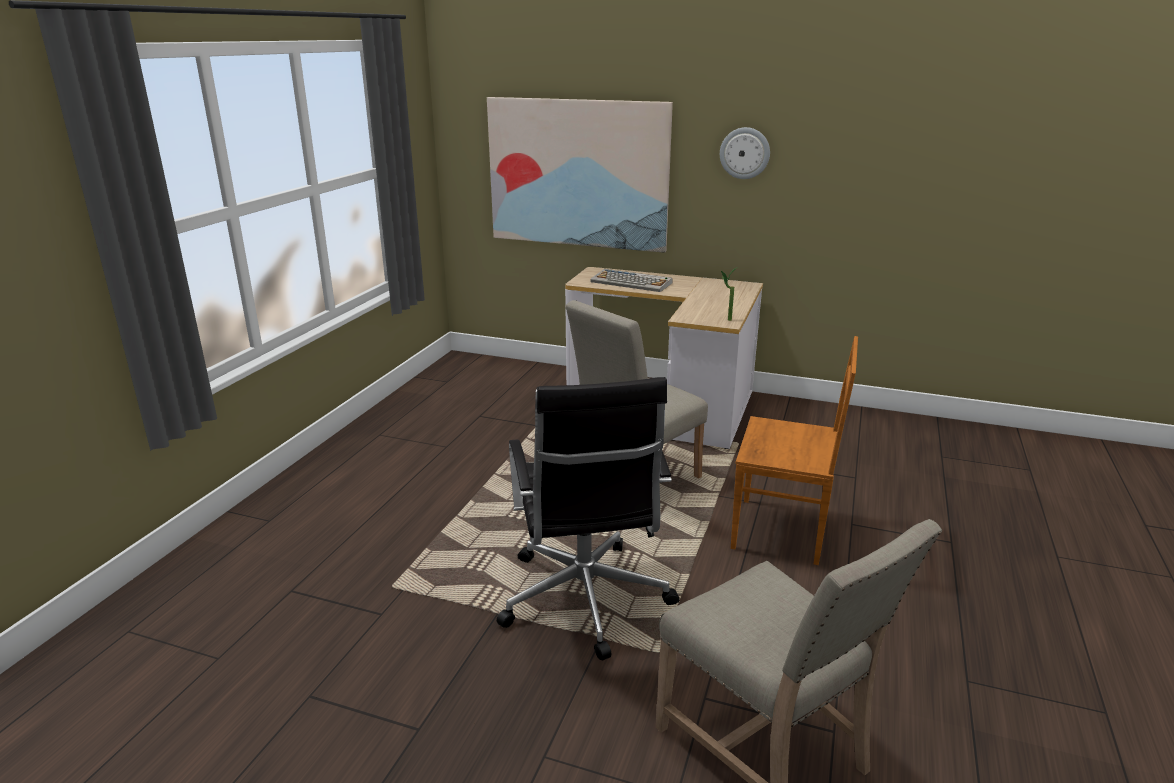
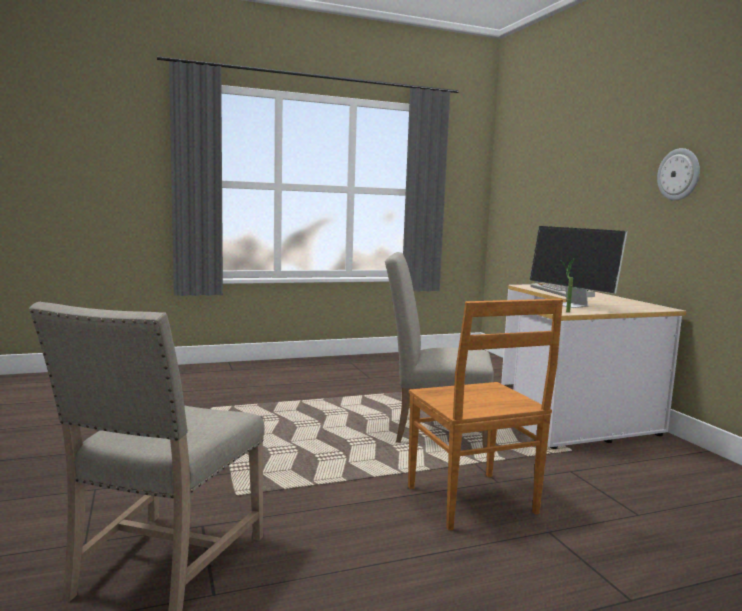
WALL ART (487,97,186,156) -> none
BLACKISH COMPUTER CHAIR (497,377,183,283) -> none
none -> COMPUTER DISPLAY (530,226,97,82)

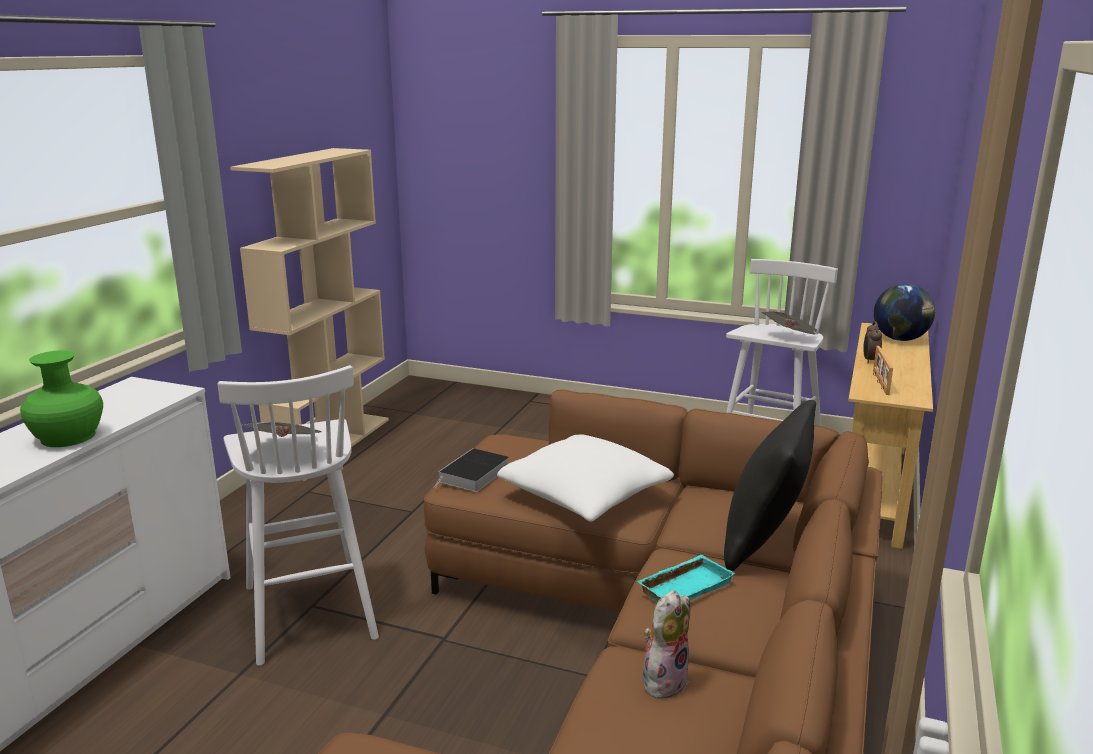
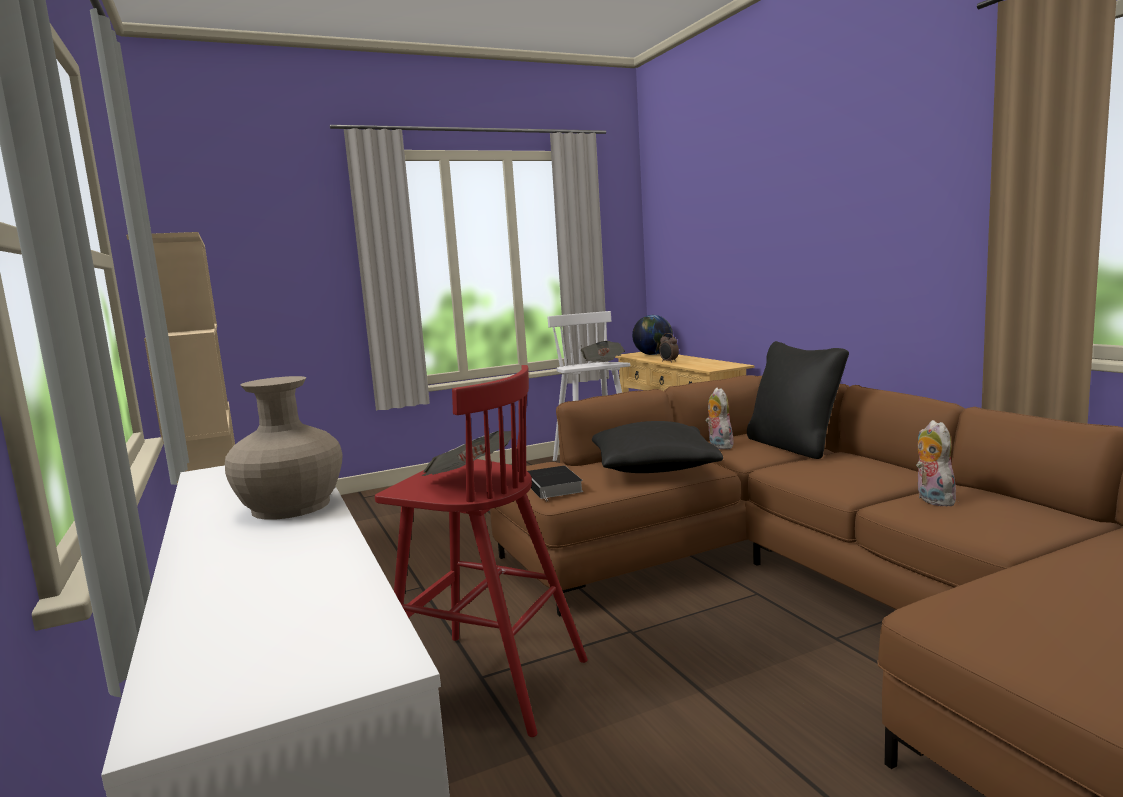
TURQUOISE SERVING TRAY (637,555,98,47) -> none
STANDING FRAME (873,346,20,49) -> none
none -> PLUSH TOY (706,388,28,62)
GREEN-COLOURED VASE (20,350,83,97) -> BEIGE VASE (225,376,118,144)
WHITE STOOL SEAT (218,365,161,301) -> REDDISH STOOL SEAT (375,365,213,372)
WHITE THROW PILLOW (497,434,177,88) -> BLACKISH THROW PILLOW (592,421,131,52)

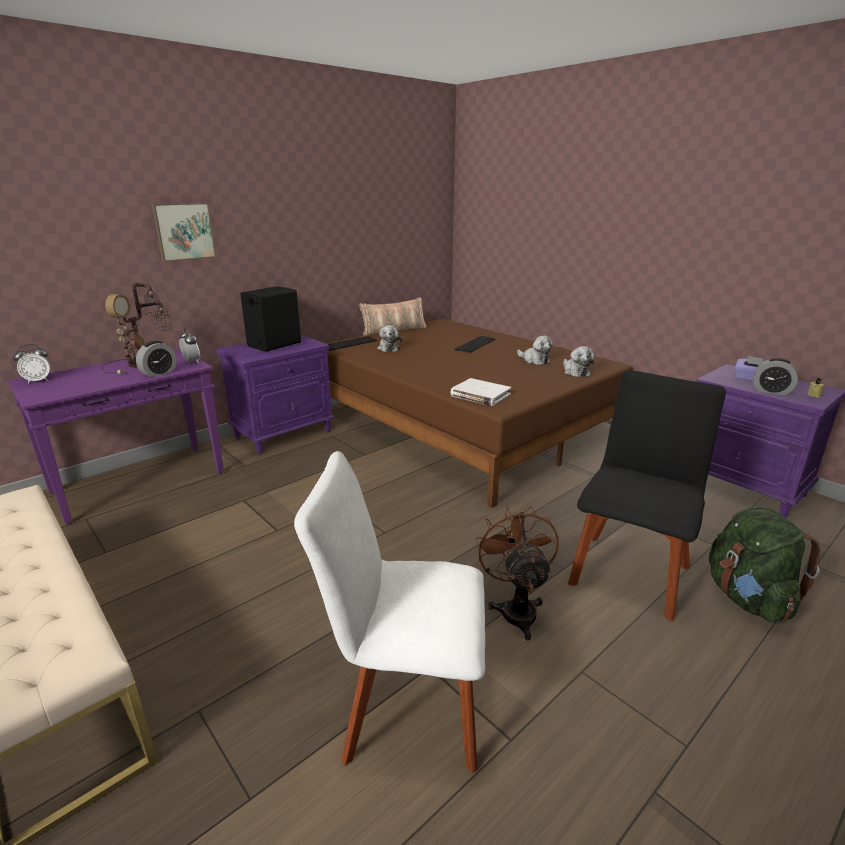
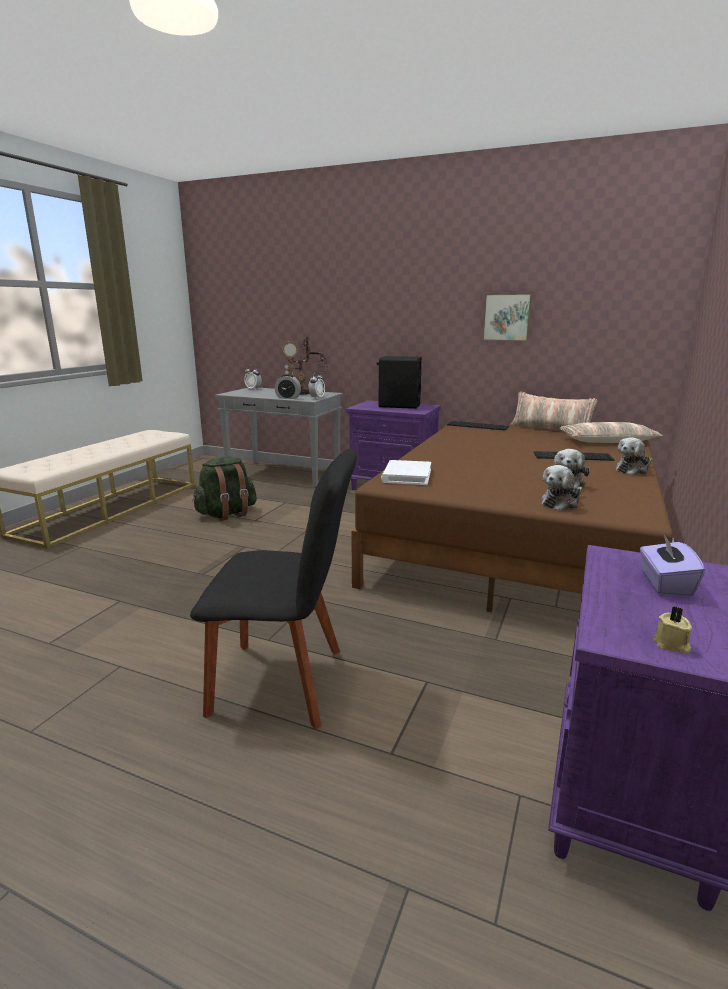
WHITE UPRIGHT CHAIR (294,451,191,322) -> none
BROWN-COLOURED COOLING FAN (476,506,83,135) -> none
ALARM CLOCK (753,358,45,37) -> none
none -> THROW PILLOW (559,422,104,21)
WALL ART (152,203,65,59) -> WALL ART (482,293,50,48), relocated
PLUSH TOY (377,325,25,27) -> PLUSH TOY (616,437,36,38), relocated
GREEN-COLOURED BACKPACK (709,507,111,116) -> GREEN-COLOURED BACKPACK (192,457,65,64), relocated
PURPLISH CONSOLE TABLE (7,349,217,175) -> GREY CONSOLE TABLE (215,388,128,100)

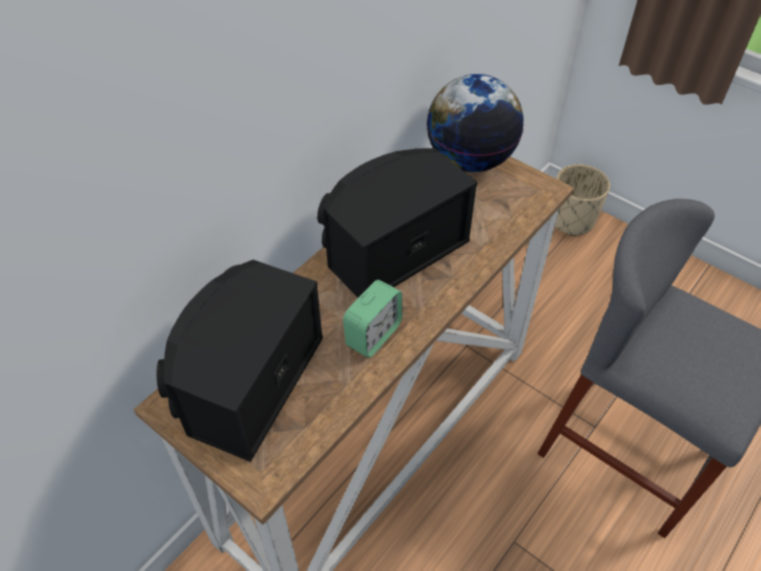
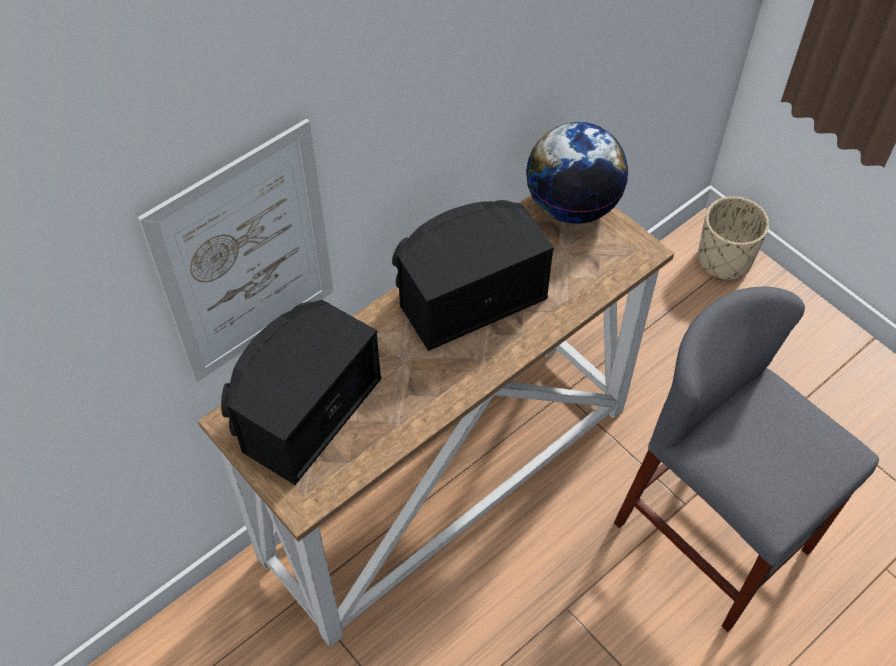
ALARM CLOCK (343,280,59,78) -> none
none -> WALL ART (138,118,196,264)

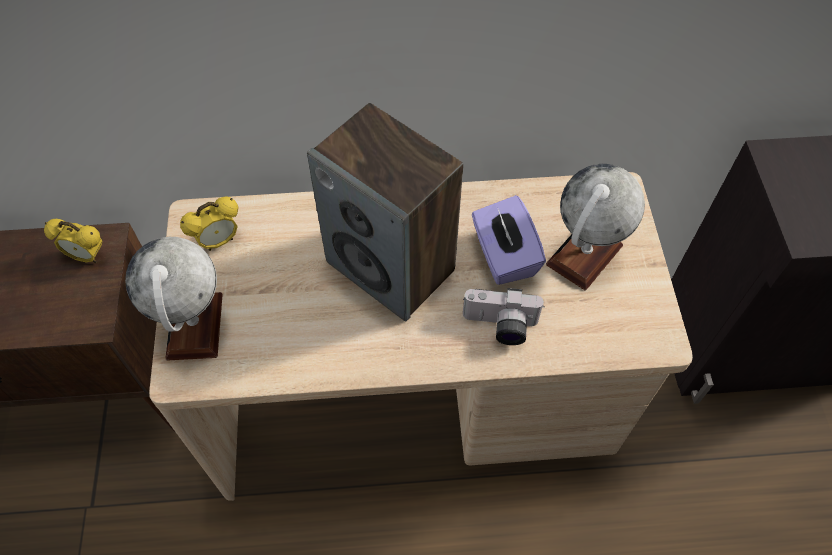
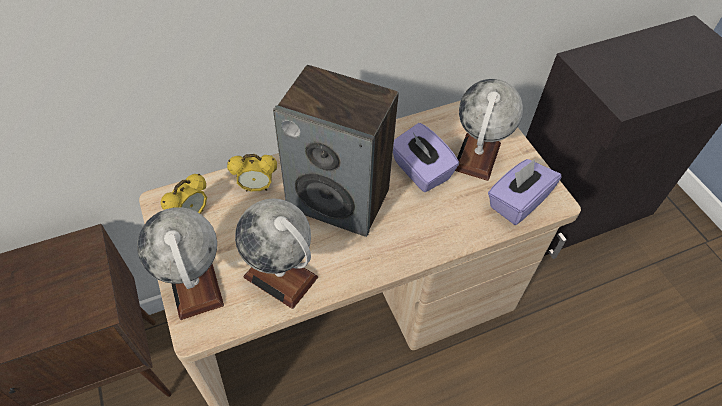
PHOTO CAMERA (463,288,82,57) -> none
none -> GLOBE (235,198,83,111)
none -> PURPLISH TISSUE BOX (488,159,74,66)
ALARM CLOCK (44,219,59,44) -> ALARM CLOCK (227,154,50,38), relocated

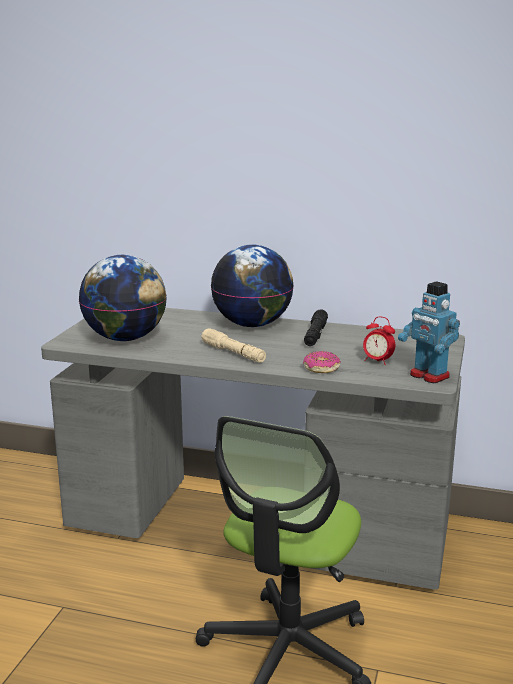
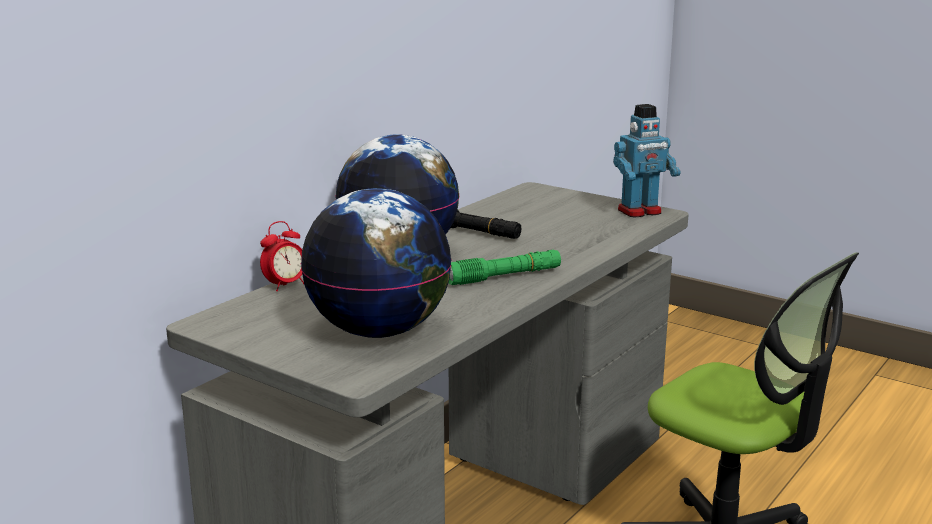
DOUGHNUT (303,351,38,22) -> none
ALARM CLOCK (363,316,32,49) -> ALARM CLOCK (260,221,44,70), relocated
BEIGE TORCH (202,328,64,35) -> GREEN-COLOURED TORCH (448,250,113,35)

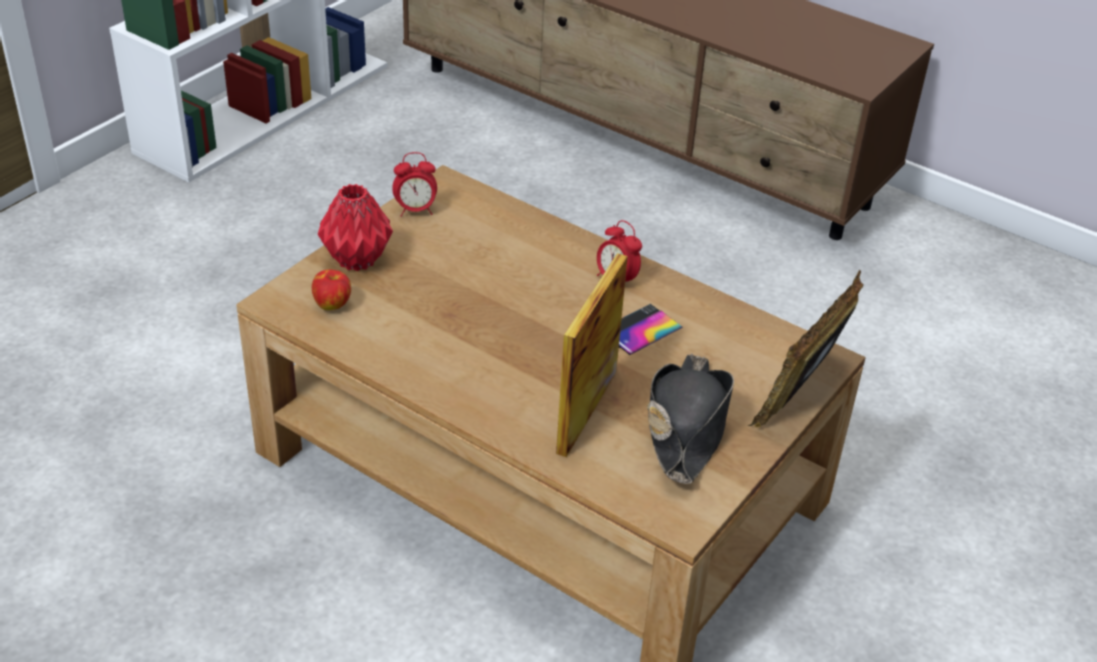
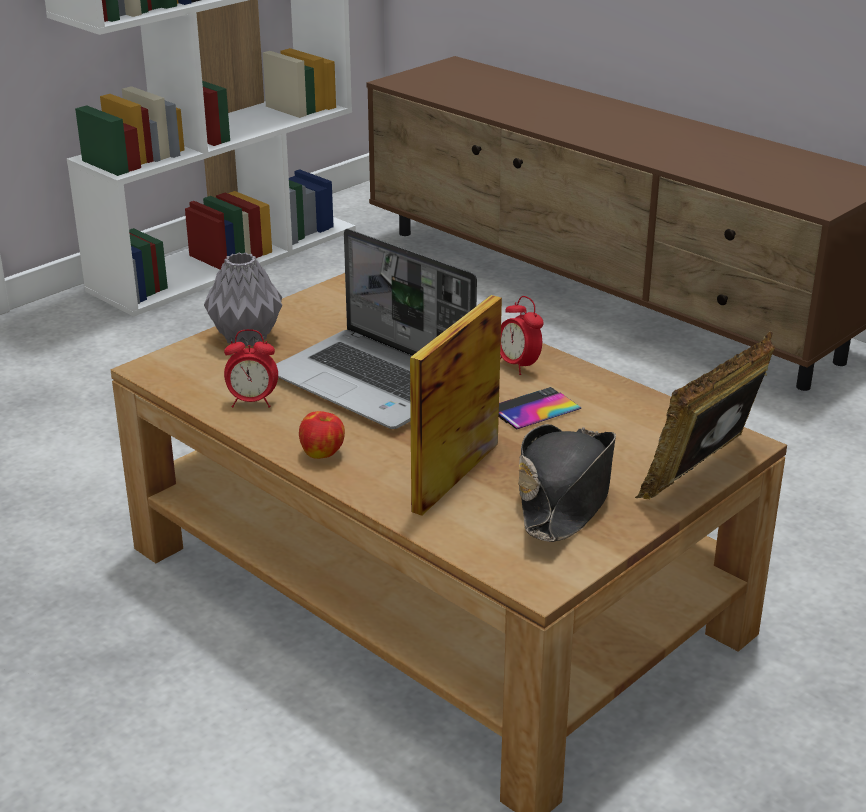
none -> LAPTOP (276,229,201,200)
WHOLE APPLE (312,269,39,41) -> WHOLE APPLE (299,411,46,48), relocated
ALARM CLOCK (392,152,45,65) -> ALARM CLOCK (224,329,54,79), relocated
REDDISH VASE (318,184,75,87) -> GREY VASE (204,253,78,93)

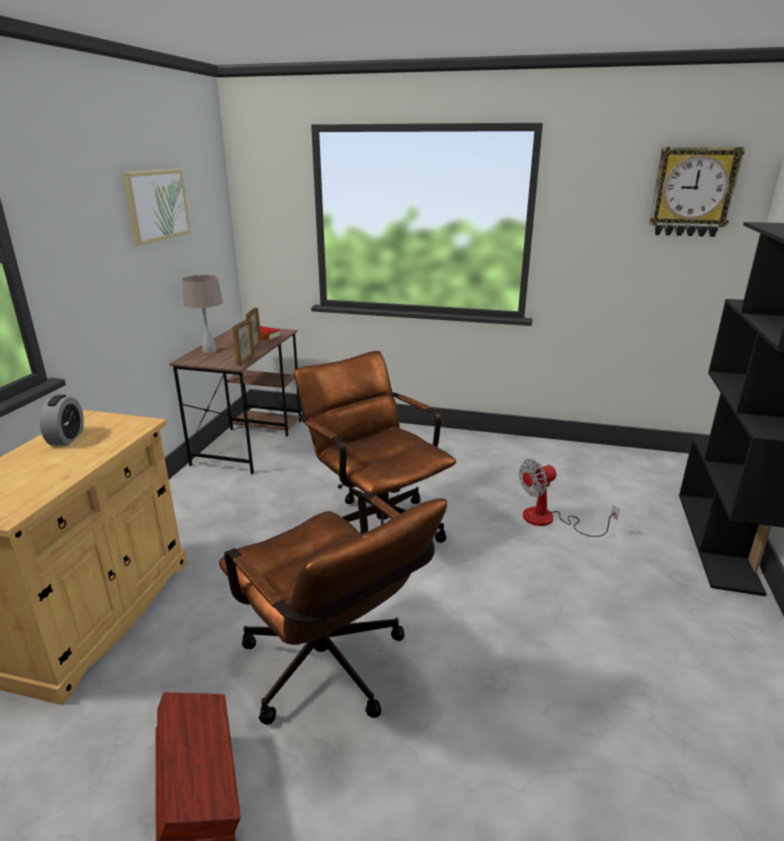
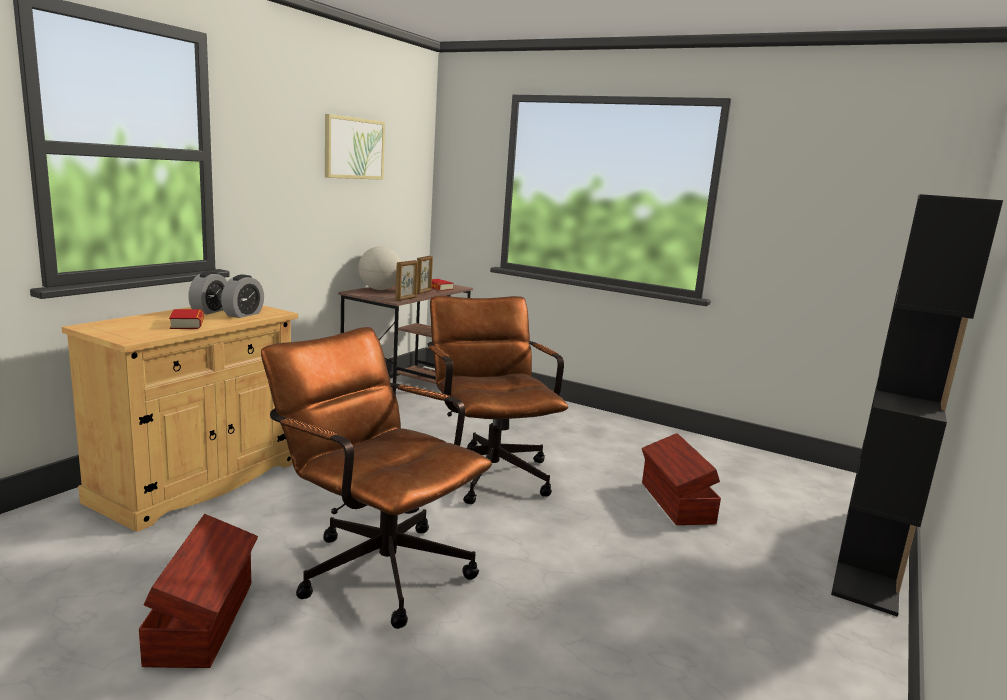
CLOCK ON THE WALL (649,147,96,90) -> none
none -> BOUND BOOK (169,309,35,20)
none -> ALARM CLOCK (221,274,43,44)
BEIGE TABLE LAMP (182,275,41,78) -> GLOBE (358,246,43,44)
COOLING FAN (519,459,100,78) -> BROWN-COLOURED STORAGE BOX (642,433,79,92)
BROWN-COLOURED COMPUTER CHAIR (219,491,228,234) -> BROWN-COLOURED COMPUTER CHAIR (261,327,231,302), 150 degrees clockwise

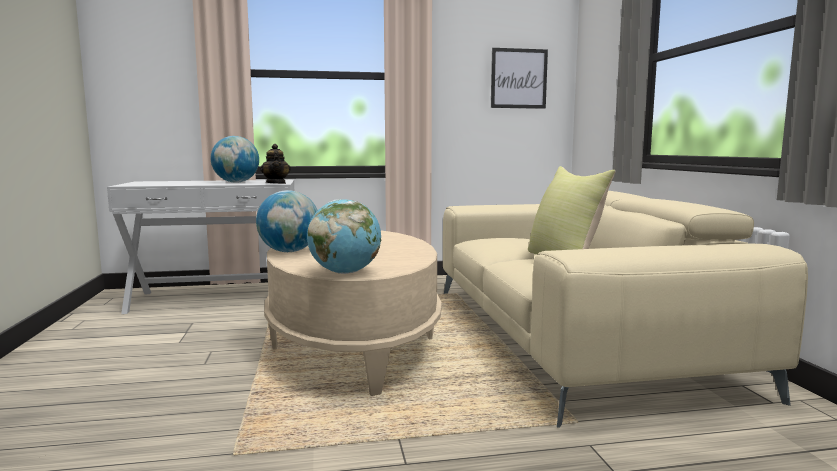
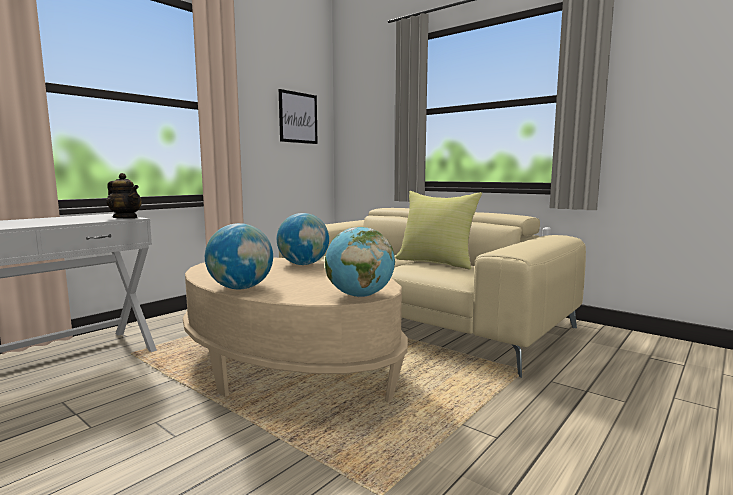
GLOBE (211,136,48,47) -> GLOBE (277,213,52,52), relocated

